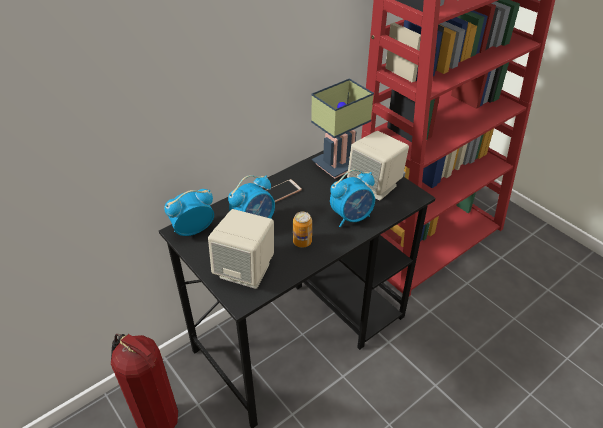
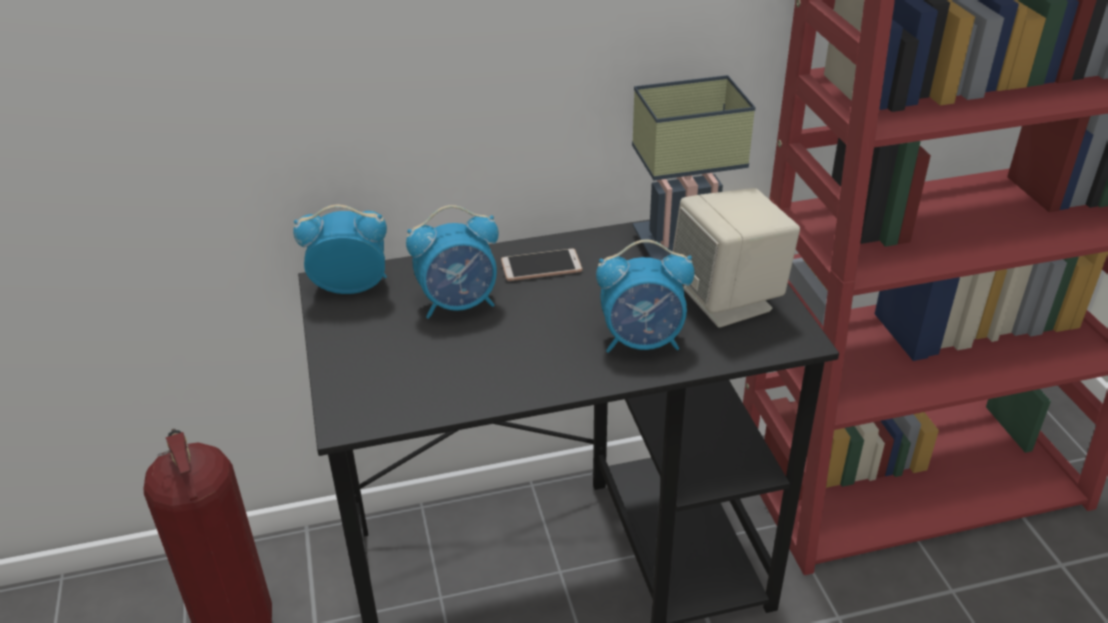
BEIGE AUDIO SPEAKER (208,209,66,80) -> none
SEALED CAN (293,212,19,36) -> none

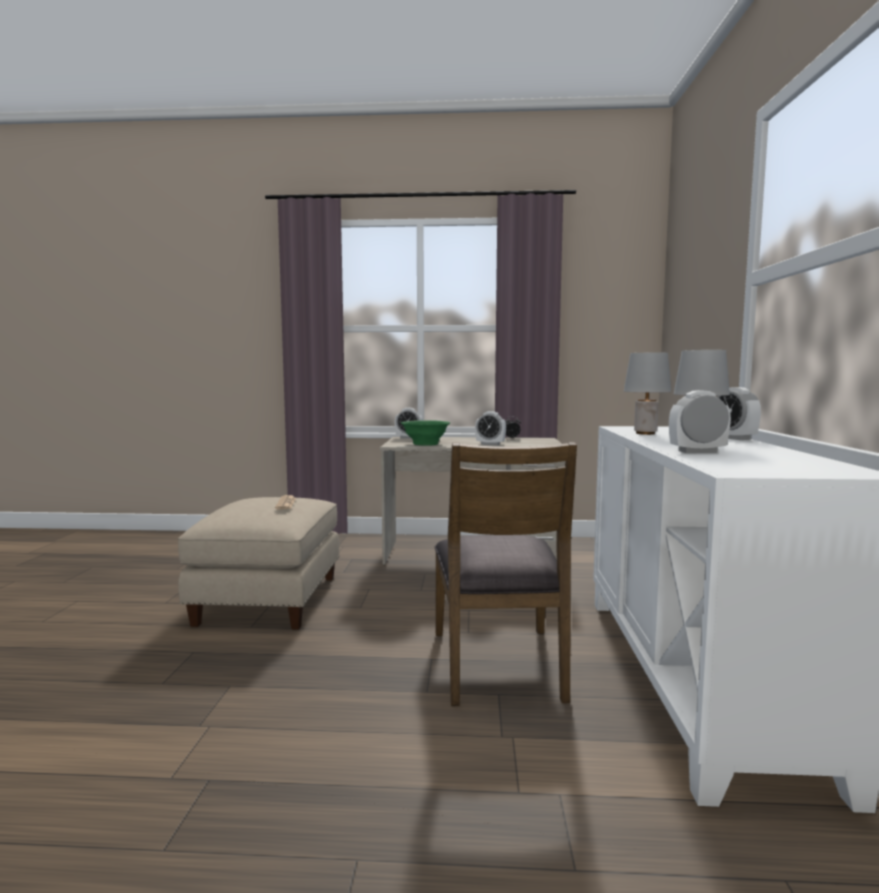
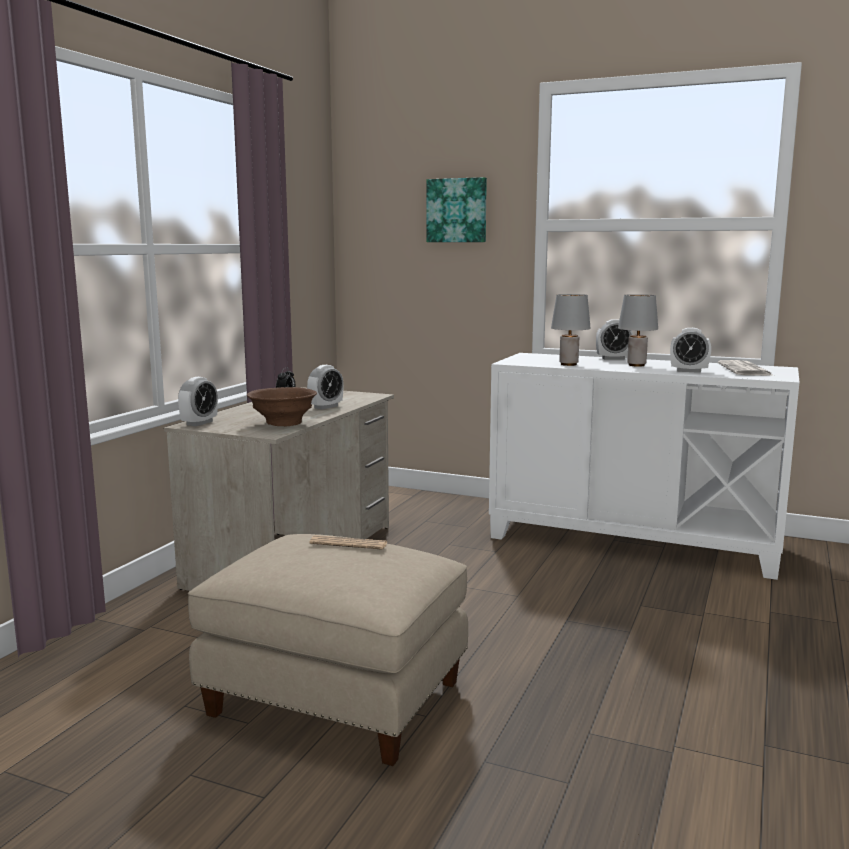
BROWN-COLOURED UPRIGHT CHAIR (435,442,142,264) -> none
none -> WALL ART (426,177,61,65)
none -> PRINTED PAPER (718,360,54,16)
GREEN-COLOURED SERVING BOWL (401,420,49,26) -> BROWN-COLOURED SERVING BOWL (247,387,70,39)
ALARM CLOCK (669,390,62,63) -> ALARM CLOCK (670,328,41,45), 90 degrees counterclockwise

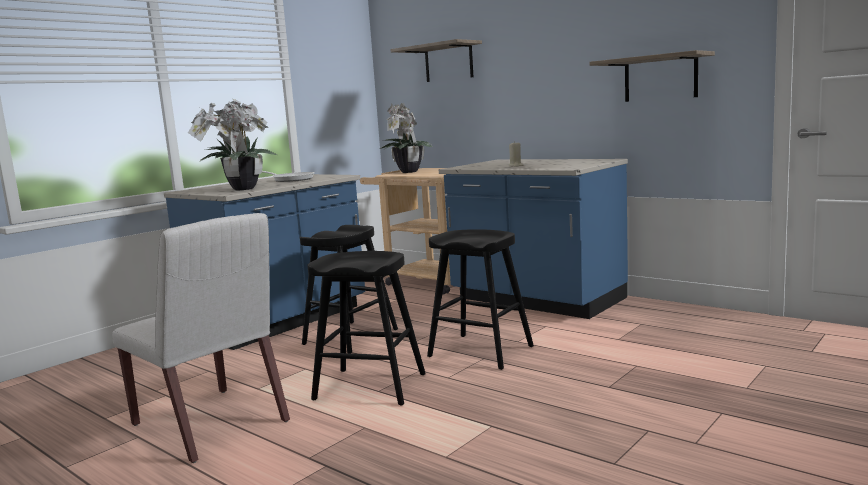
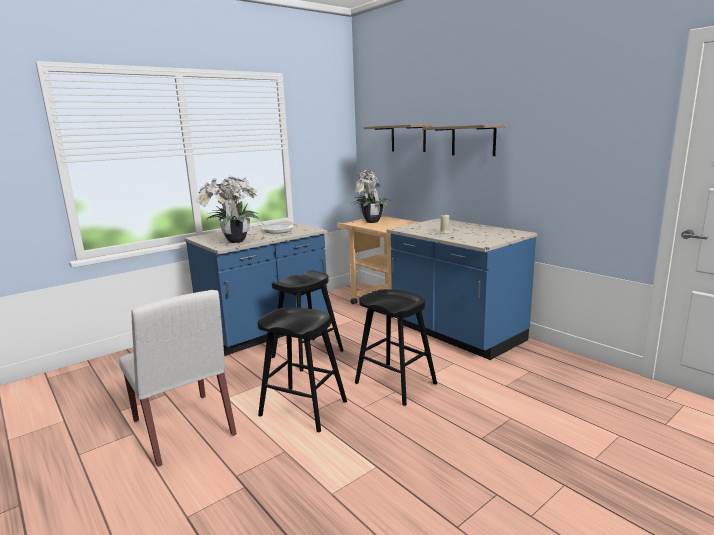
WALL SHELF (589,50,126,52) -> WALL SHELF (422,124,85,32), relocated

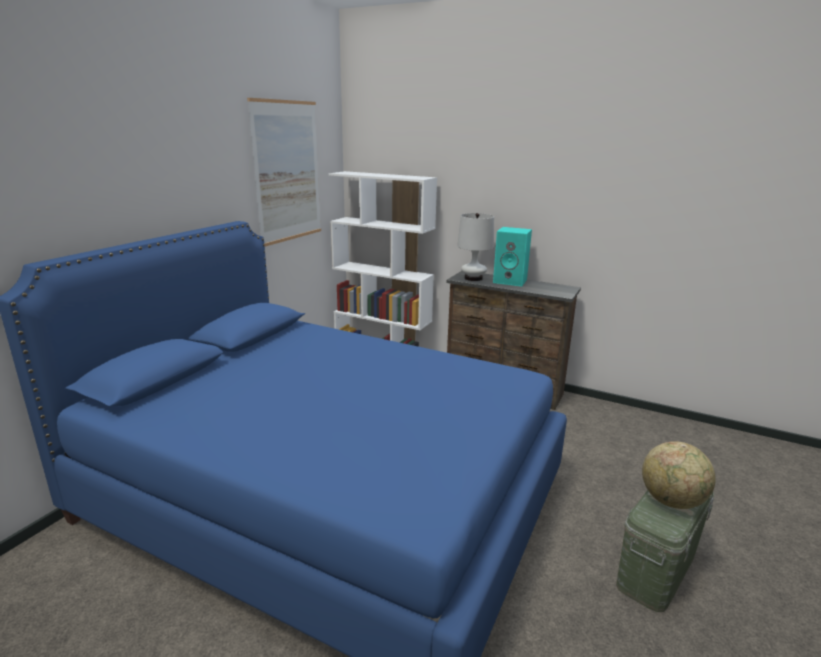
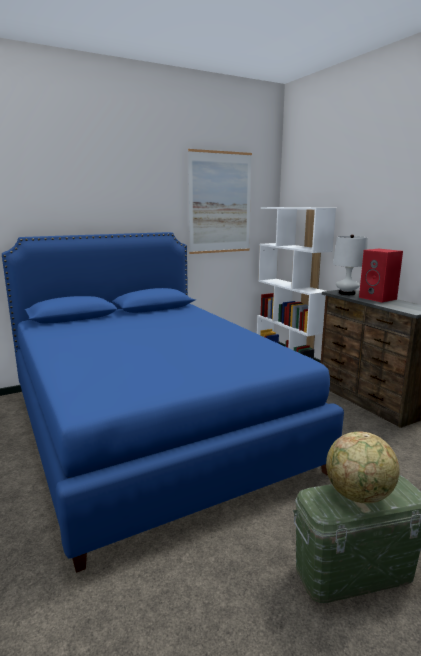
TURQUOISE AUDIO SPEAKER (493,227,39,60) -> REDDISH AUDIO SPEAKER (359,249,44,53)

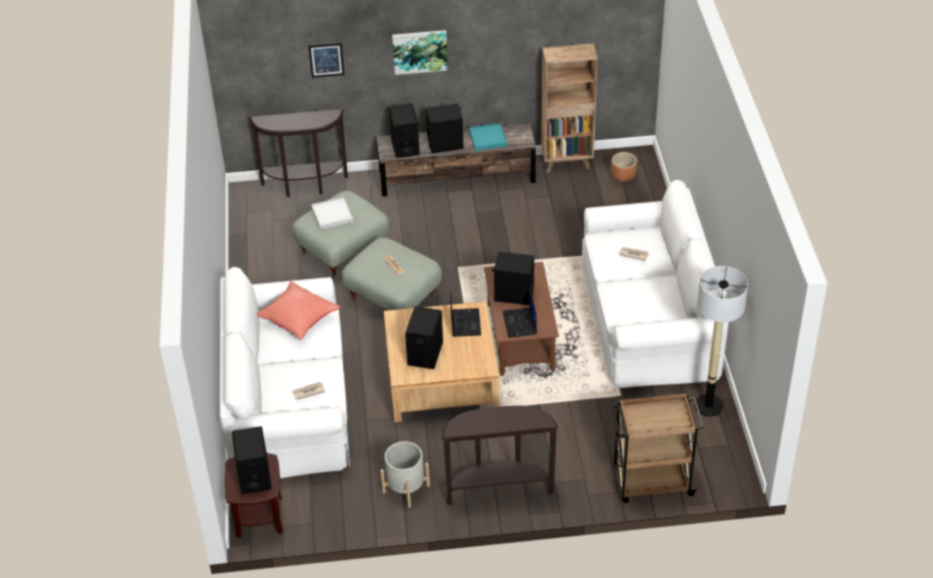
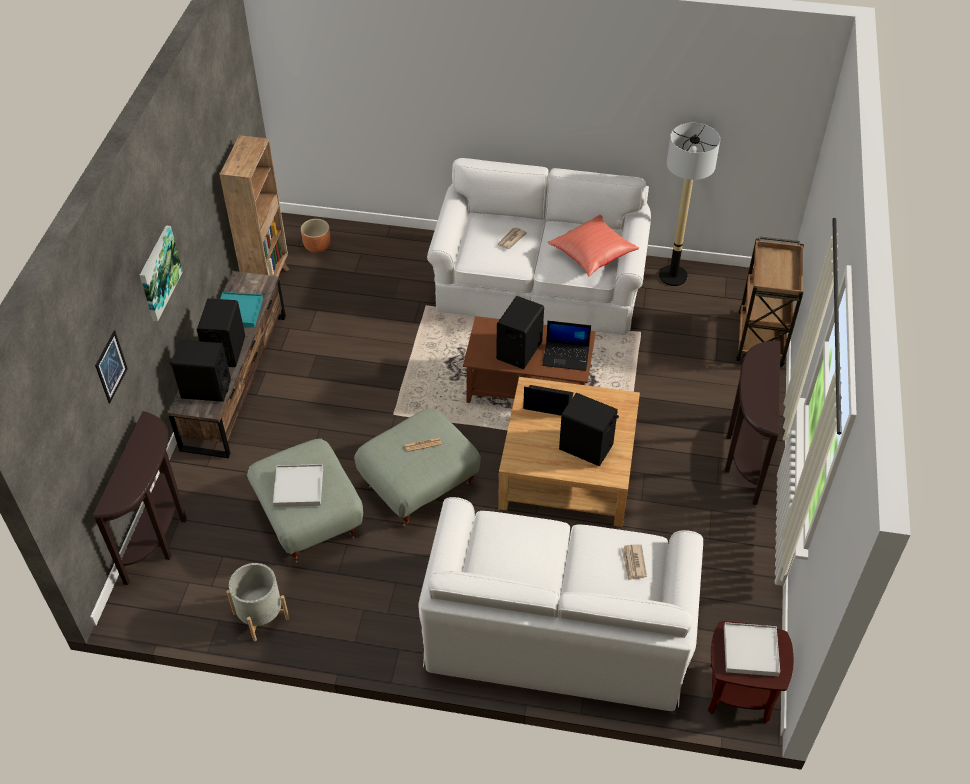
REDDISH THROW PILLOW (257,281,83,59) -> REDDISH THROW PILLOW (547,215,92,61), relocated
GREY FLOWER POT (381,441,49,67) -> GREY FLOWER POT (227,563,63,78), relocated
BLACKISH AUDIO SPEAKER (232,426,40,68) -> WHITE SERVING TRAY (724,622,56,54)

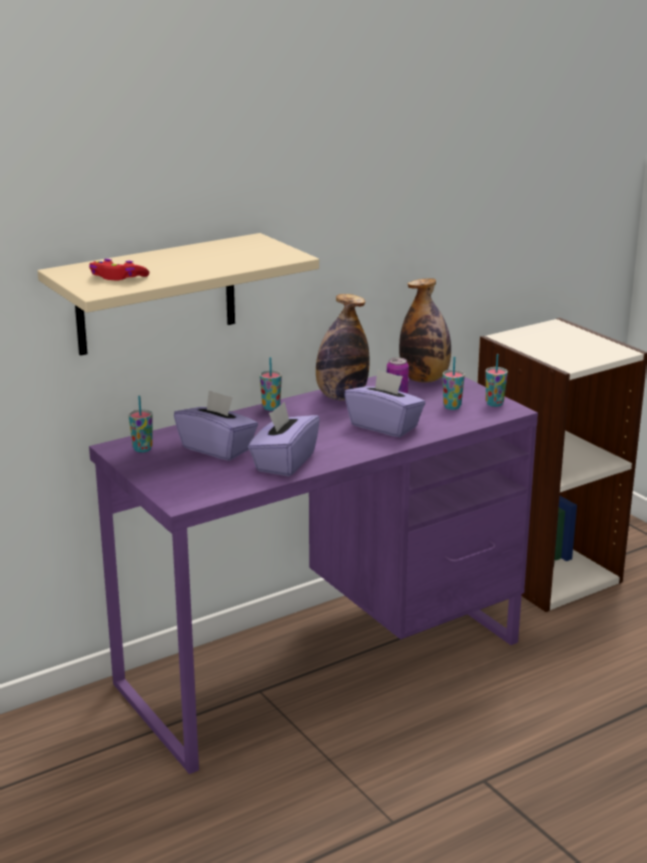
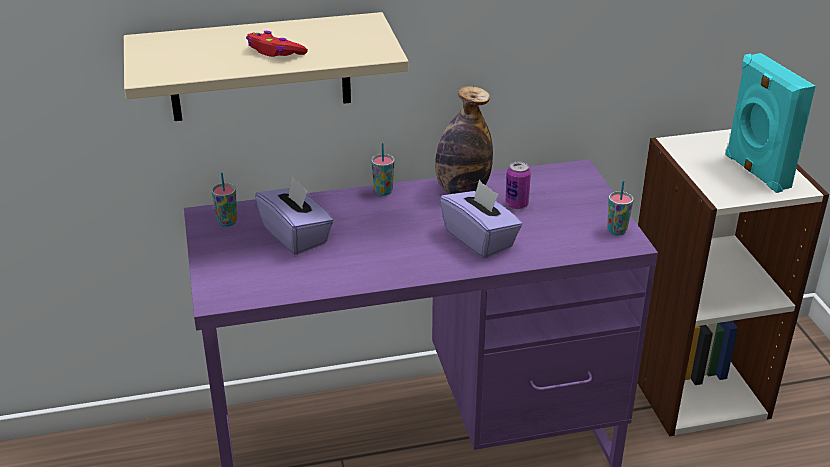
PURPLISH TISSUE BOX (248,402,72,75) -> none
BOTTLE (399,278,52,105) -> none
DRINKING CUP (443,357,22,53) -> none
none -> TURQUOISE AUDIO SPEAKER (726,53,89,140)
REDDISH GAME CONTROLLER (89,259,61,21) -> REDDISH GAME CONTROLLER (246,31,62,26), relocated

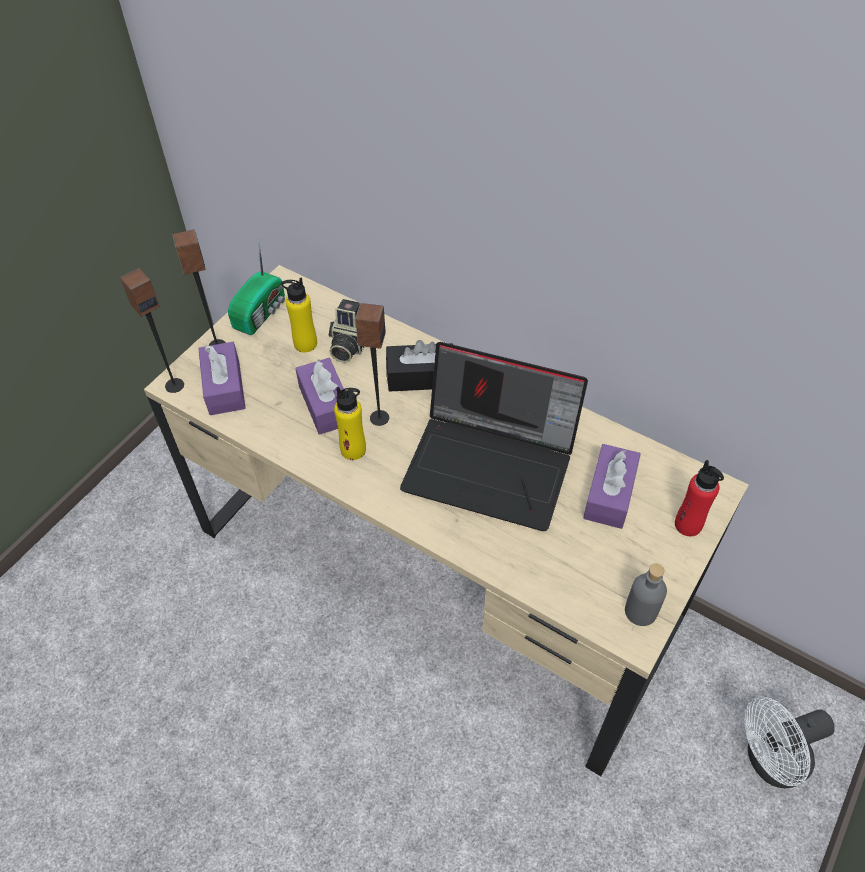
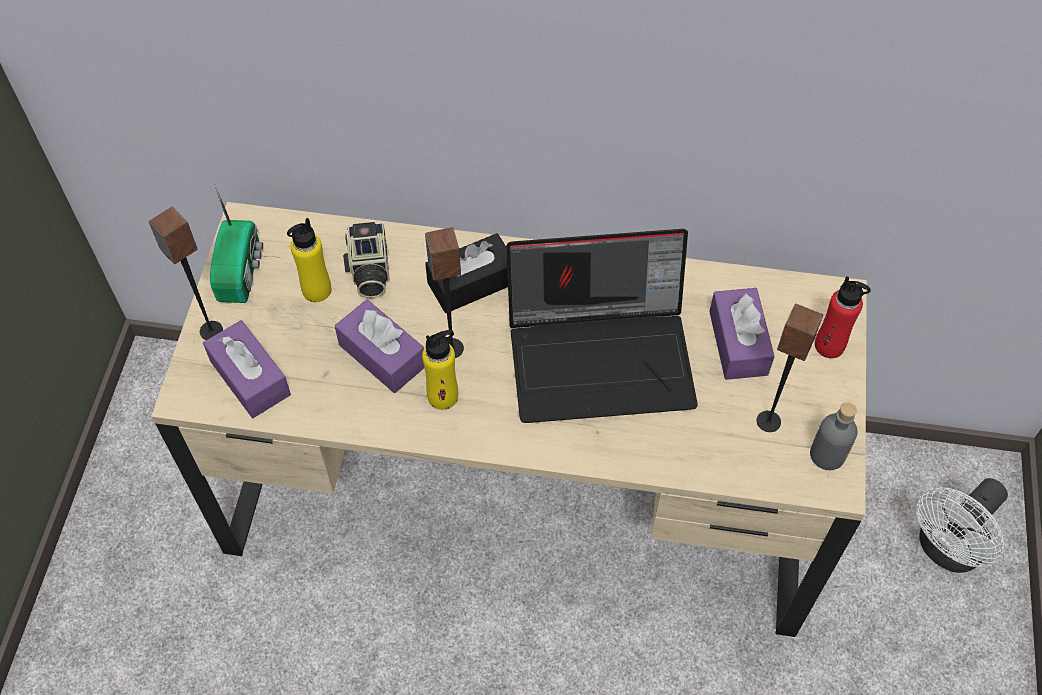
AUDIO SPEAKER (120,268,64,125) -> AUDIO SPEAKER (757,304,66,128), relocated

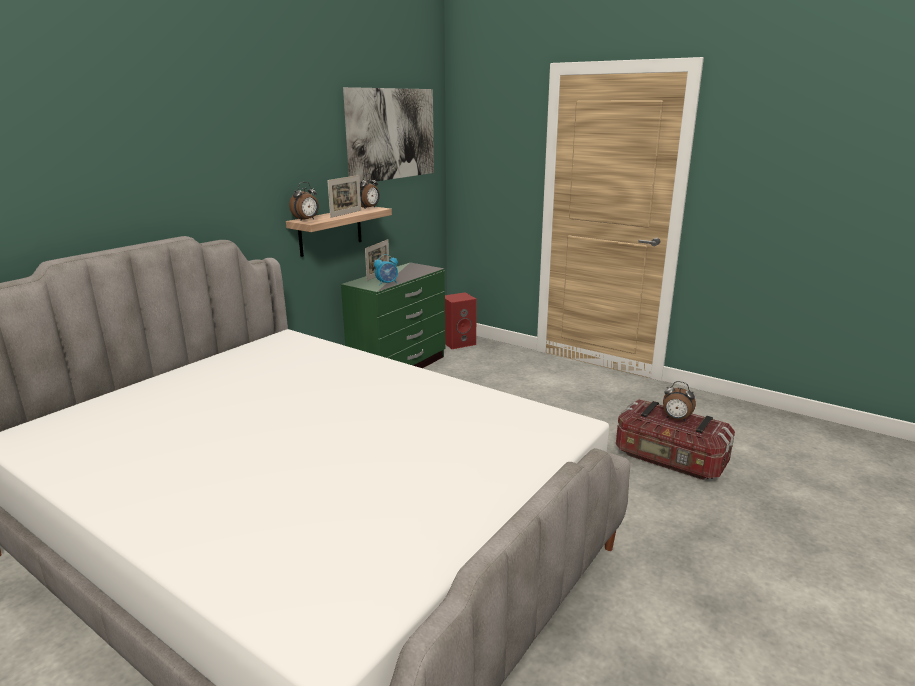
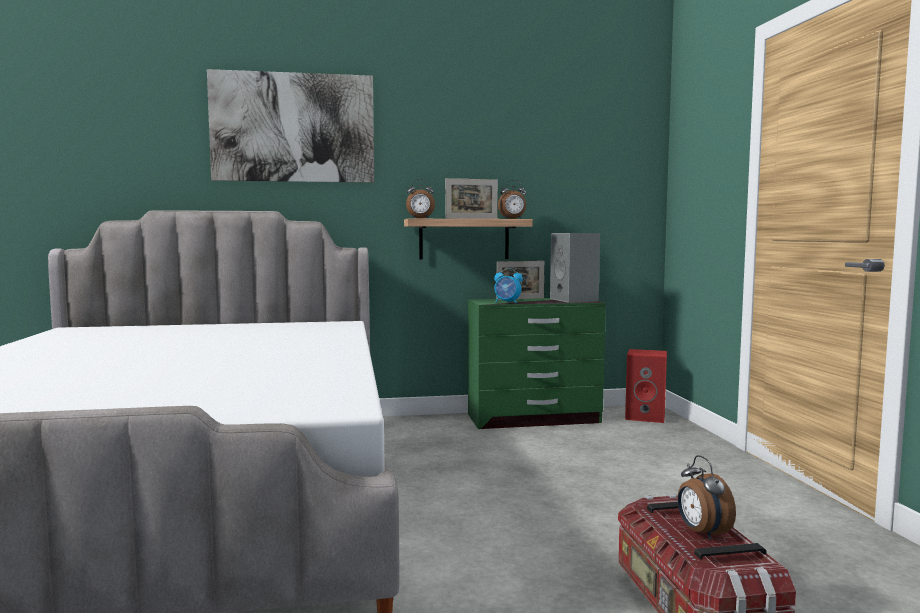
none -> GREY AUDIO SPEAKER (550,233,50,70)
WALL ART (343,87,91,96) -> WALL ART (207,69,167,114), relocated

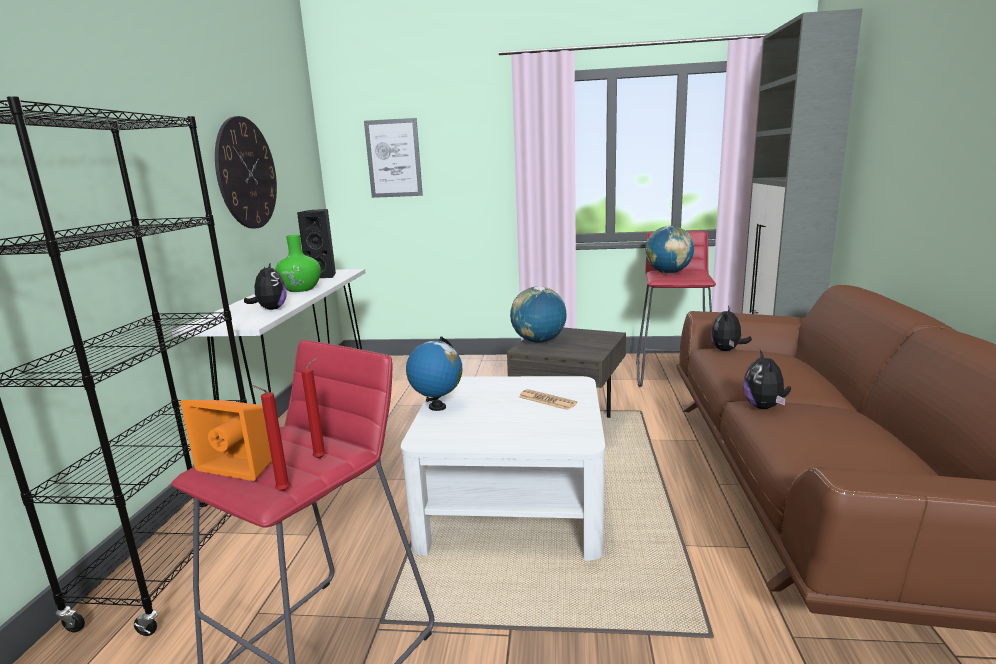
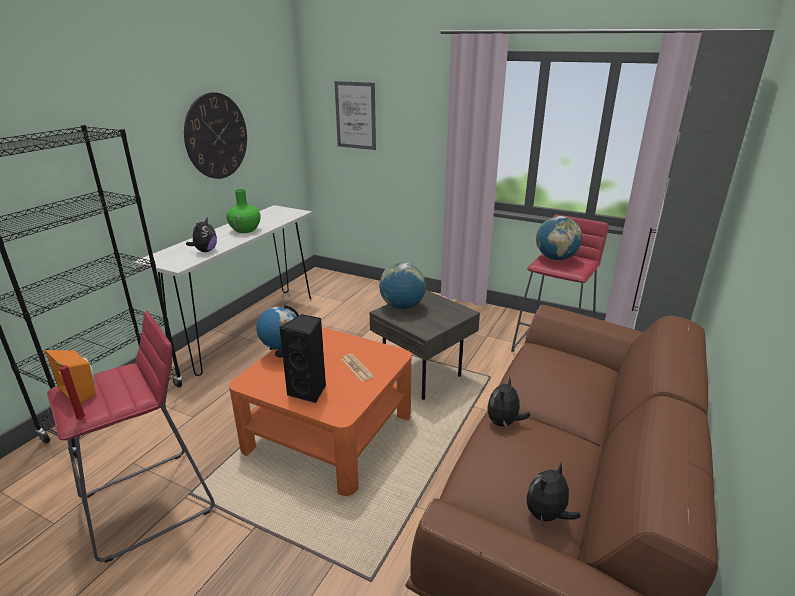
REDDISH WAX LIGHT (301,358,25,101) -> none
BLACKISH AUDIO SPEAKER (297,209,39,69) -> BLACKISH AUDIO SPEAKER (280,314,46,89), relocated
PLUSH TOY (711,306,41,45) -> PLUSH TOY (527,463,54,64), relocated
WHITE LOUNGE TABLE (401,376,204,185) -> ORANGE-COLOURED LOUNGE TABLE (229,327,183,169)

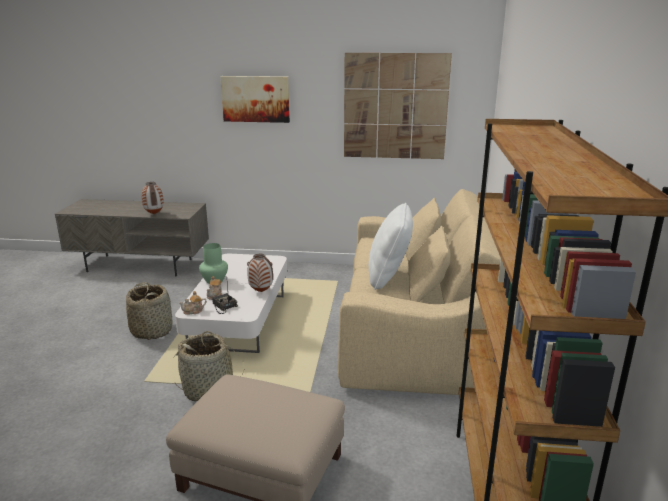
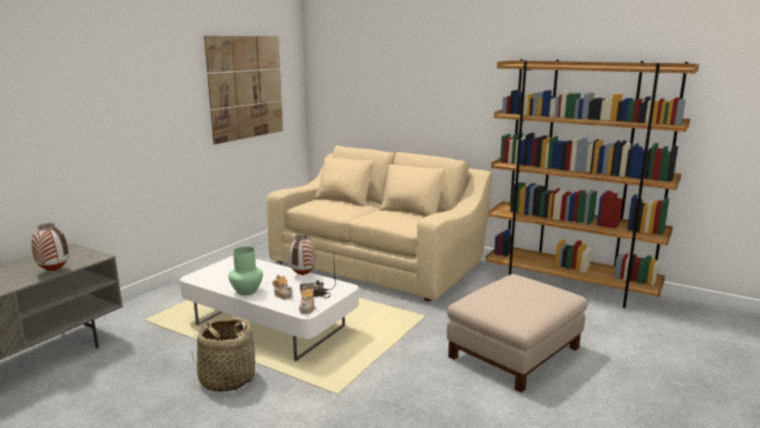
STORAGE BASKET (174,331,71,70) -> none
WALL ART (220,76,70,47) -> none
WHITE THROW PILLOW (369,203,44,87) -> none

